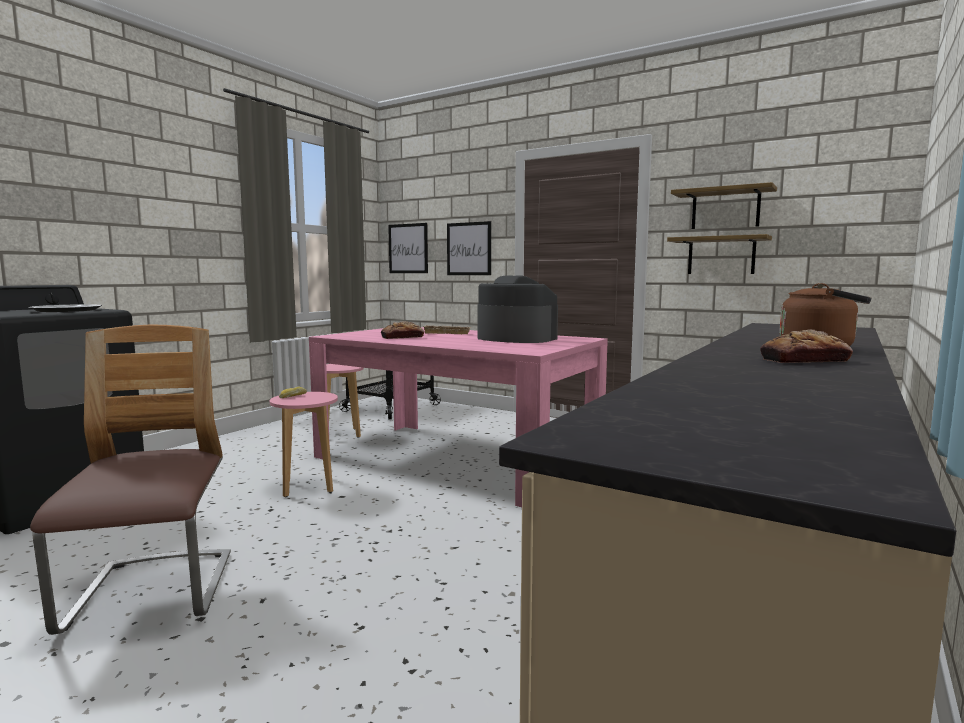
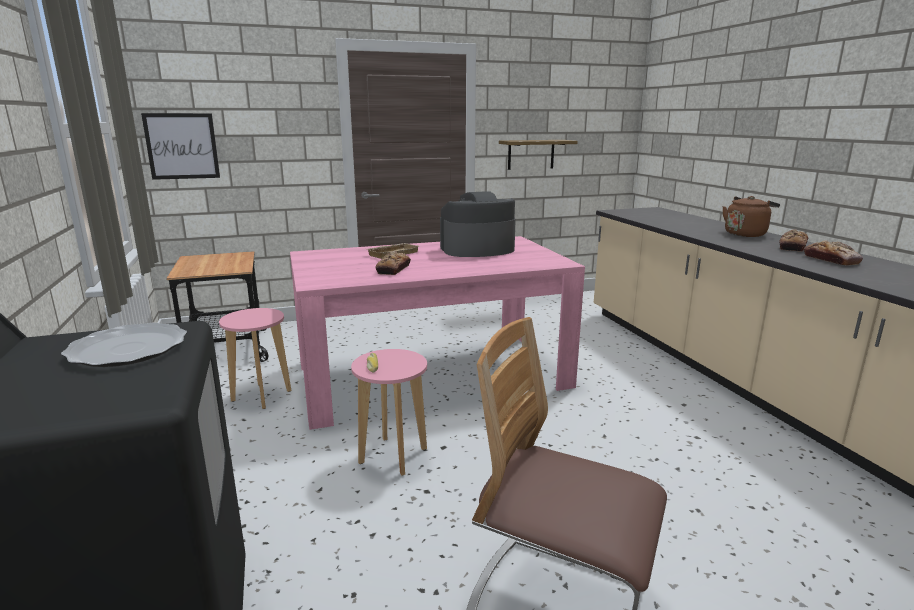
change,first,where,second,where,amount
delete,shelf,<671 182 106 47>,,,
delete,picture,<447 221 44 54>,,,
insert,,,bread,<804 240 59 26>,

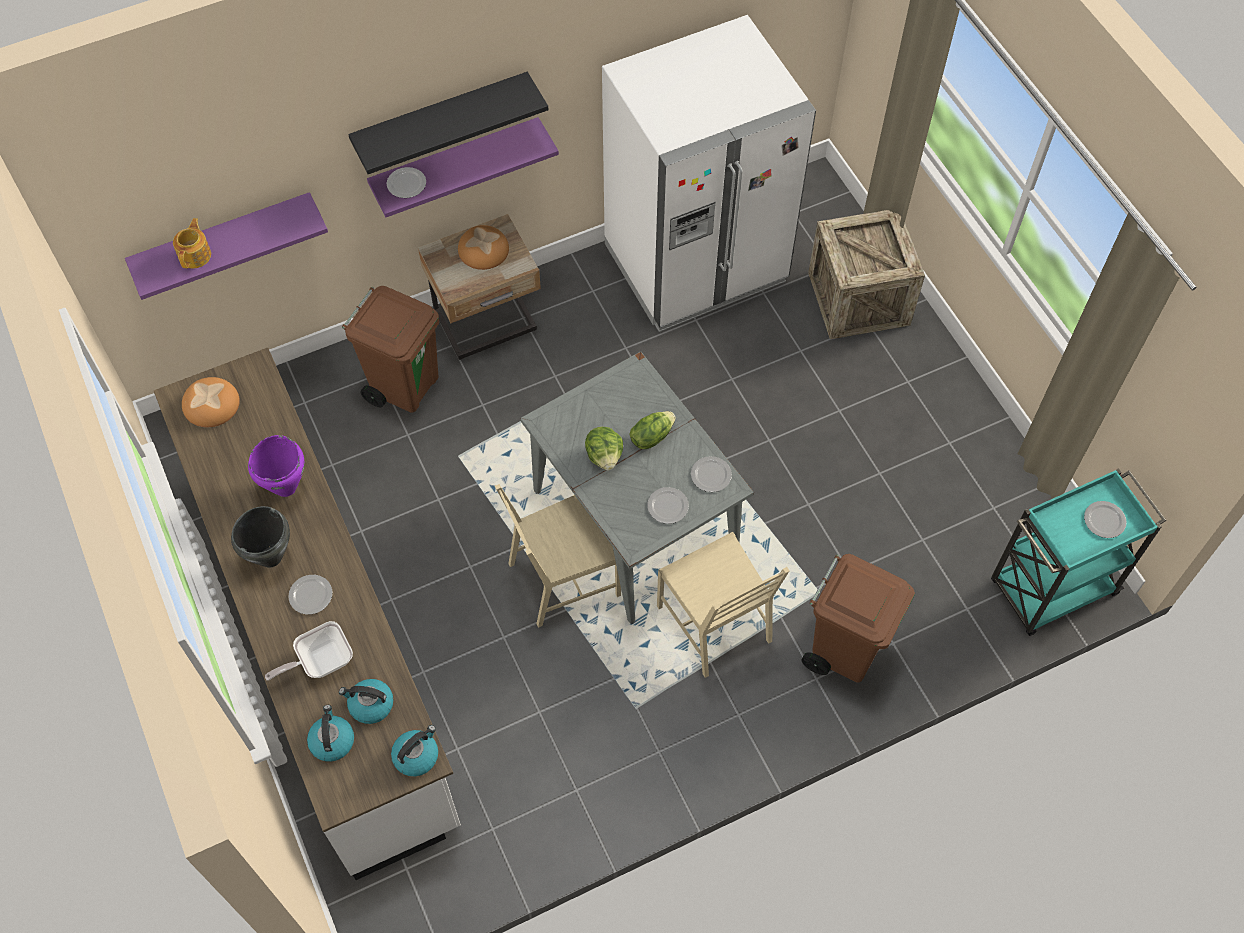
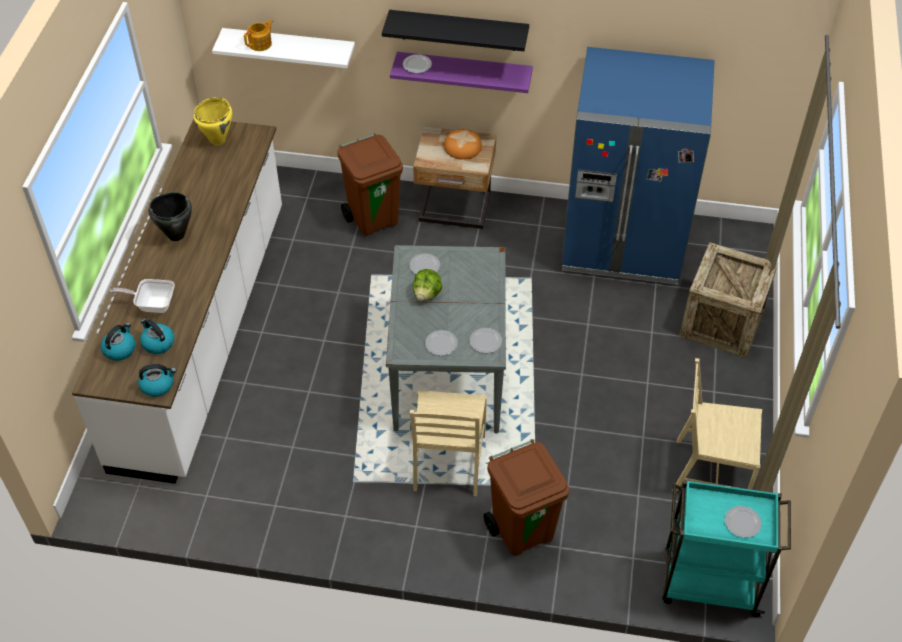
change,first,where,second,where,amount
recolor,white fridge,<602 15 214 317>,blue fridge,<561 47 154 238>,
recolor,purple shelf,<125 192 203 108>,white shelf,<212 28 143 40>,
replace,bread,<182 377 58 50>,yellow cooking pot,<194 97 38 48>,
delete,lettuce,<630 411 46 38>,,,
delete,purple cooking pot,<248 435 57 62>,,,
move,beige chair,<495 484 126 144>,,<672 358 90 134>,
move,plate,<288 575 45 40>,,<409 253 31 21>,

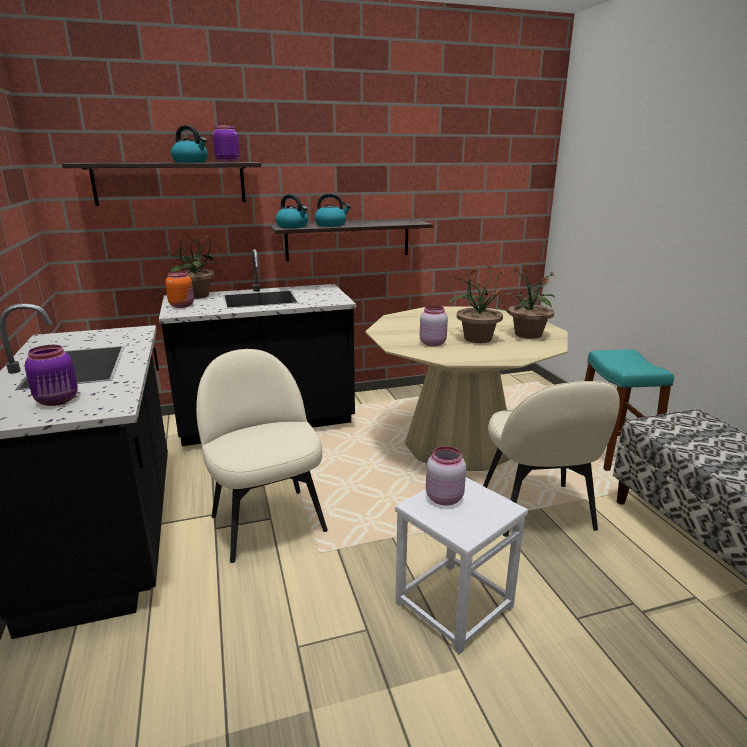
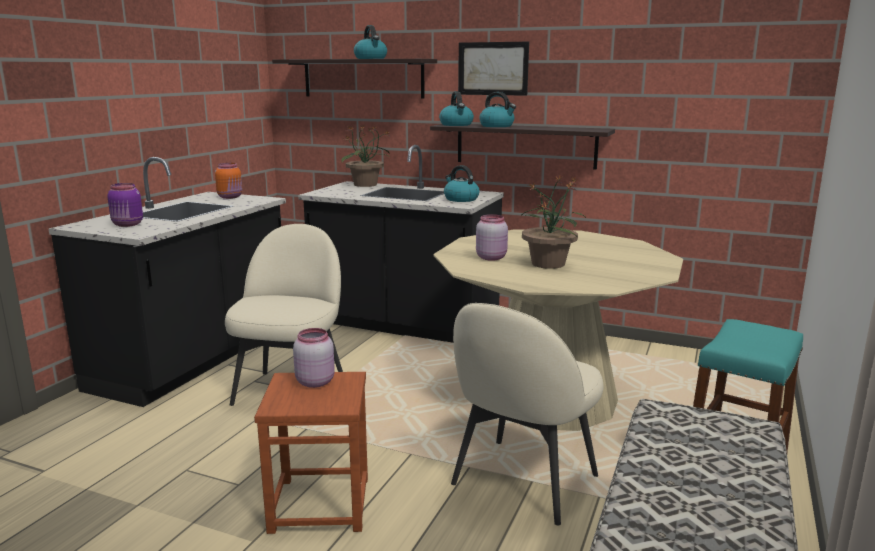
change,first,where,second,where,amount
delete,purple jar,<213 126 27 36>,,,
delete,potted plant,<502 264 53 75>,,,
move,orange jar,<165 271 29 37>,,<215 163 27 36>,
recolor,white stool,<395 477 133 178>,brown stool,<254 372 114 162>,
insert,,,picture,<458 42 71 54>,
insert,,,kettle,<444 165 36 37>,

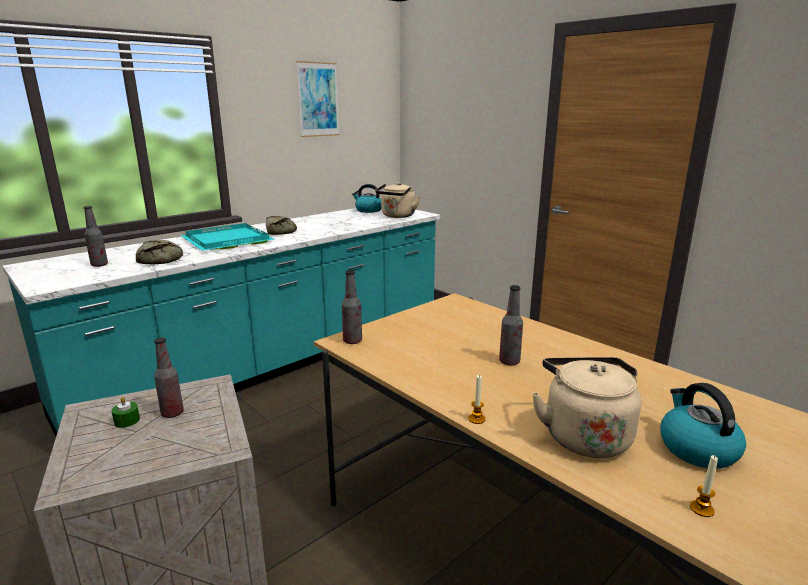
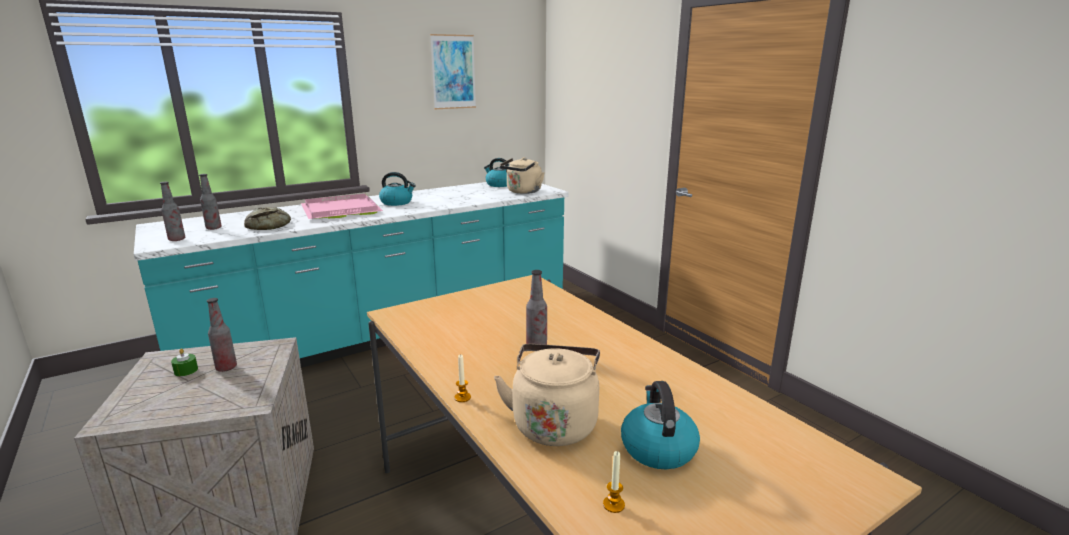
change,first,where,second,where,amount
replace,bread,<266 216 31 19>,kettle,<379 172 37 34>,
recolor,turquoise tray,<181 223 93 28>,pink tray,<301 194 82 25>,
move,bottle,<342 270 20 74>,,<160 182 25 59>,

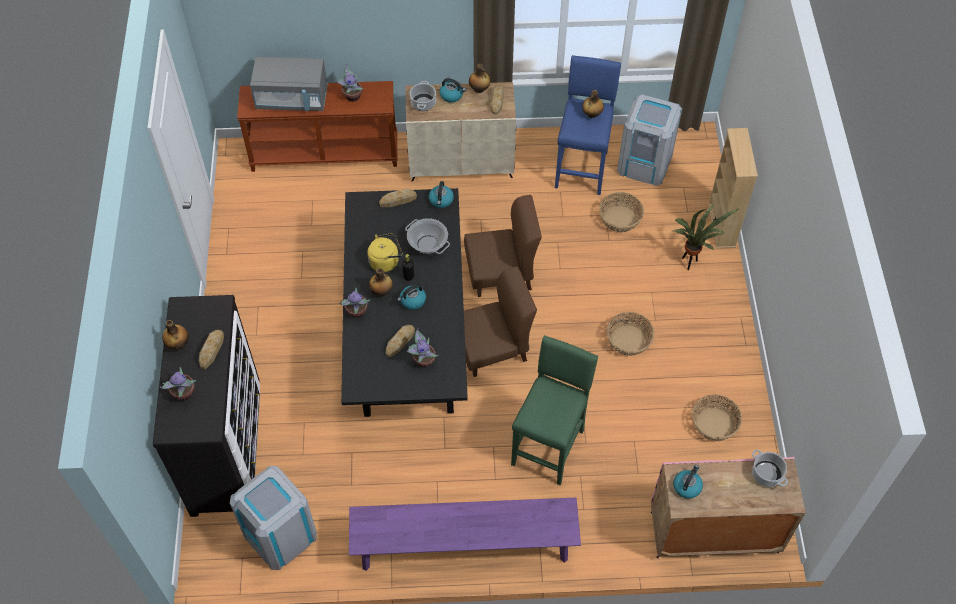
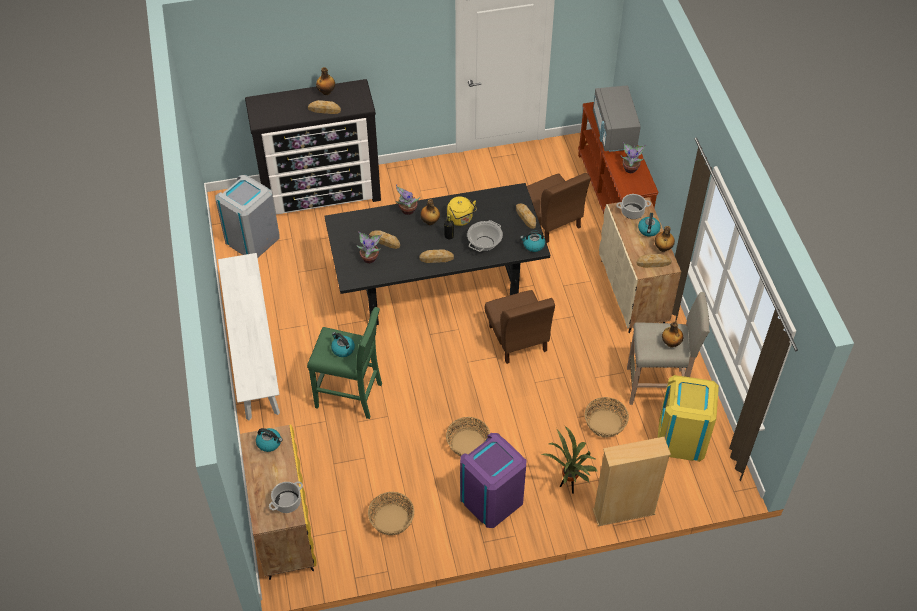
change,first,where,second,where,amount
recolor,blue stool,<555 55 66 140>,beige stool,<627 292 83 113>,
recolor,grey trash can,<617 94 65 92>,yellow trash can,<658 375 61 87>,
move,brown chair,<464 266 73 111>,,<527 173 64 70>,
move,kettle,<397 284 29 26>,,<331 332 24 25>,
delete,potted plant,<159 367 37 34>,,,
recolor,pink cabinet,<651 457 155 101>,yellow cabinet,<240 425 76 155>,
recolor,purple bench,<349 498 232 73>,white bench,<218 253 62 168>,
insert,,,bread,<419 249 35 14>,
insert,,,purple trash can,<460 433 66 95>,

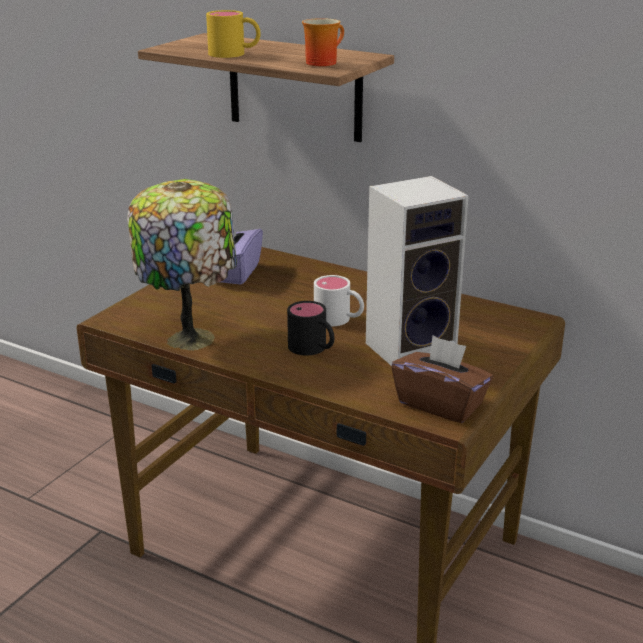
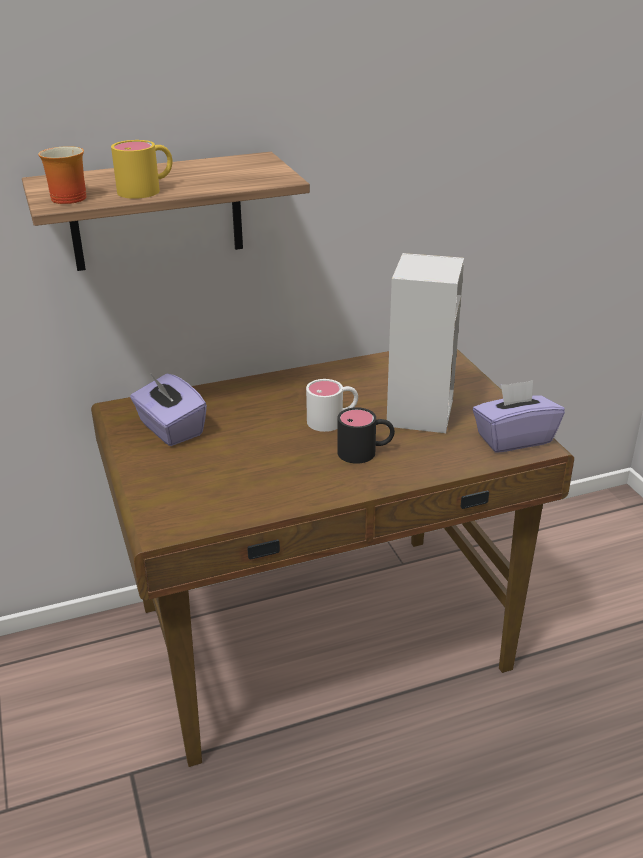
change,first,where,second,where,amount
move,mug,<302 18 42 48>,,<38 146 49 58>,
delete,table lamp,<127 179 110 172>,,,
recolor,brown tissue box,<391 335 102 88>,purple tissue box,<473 380 92 73>,

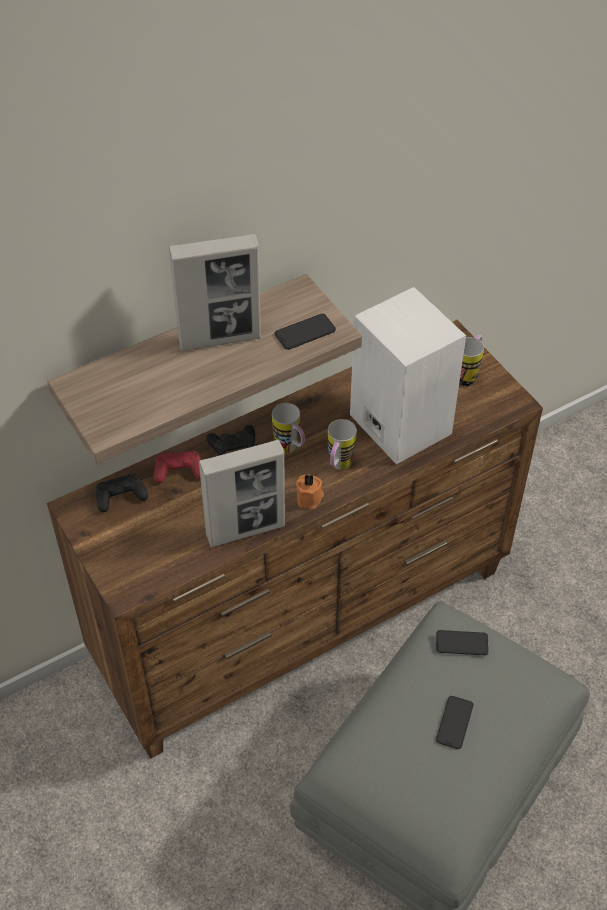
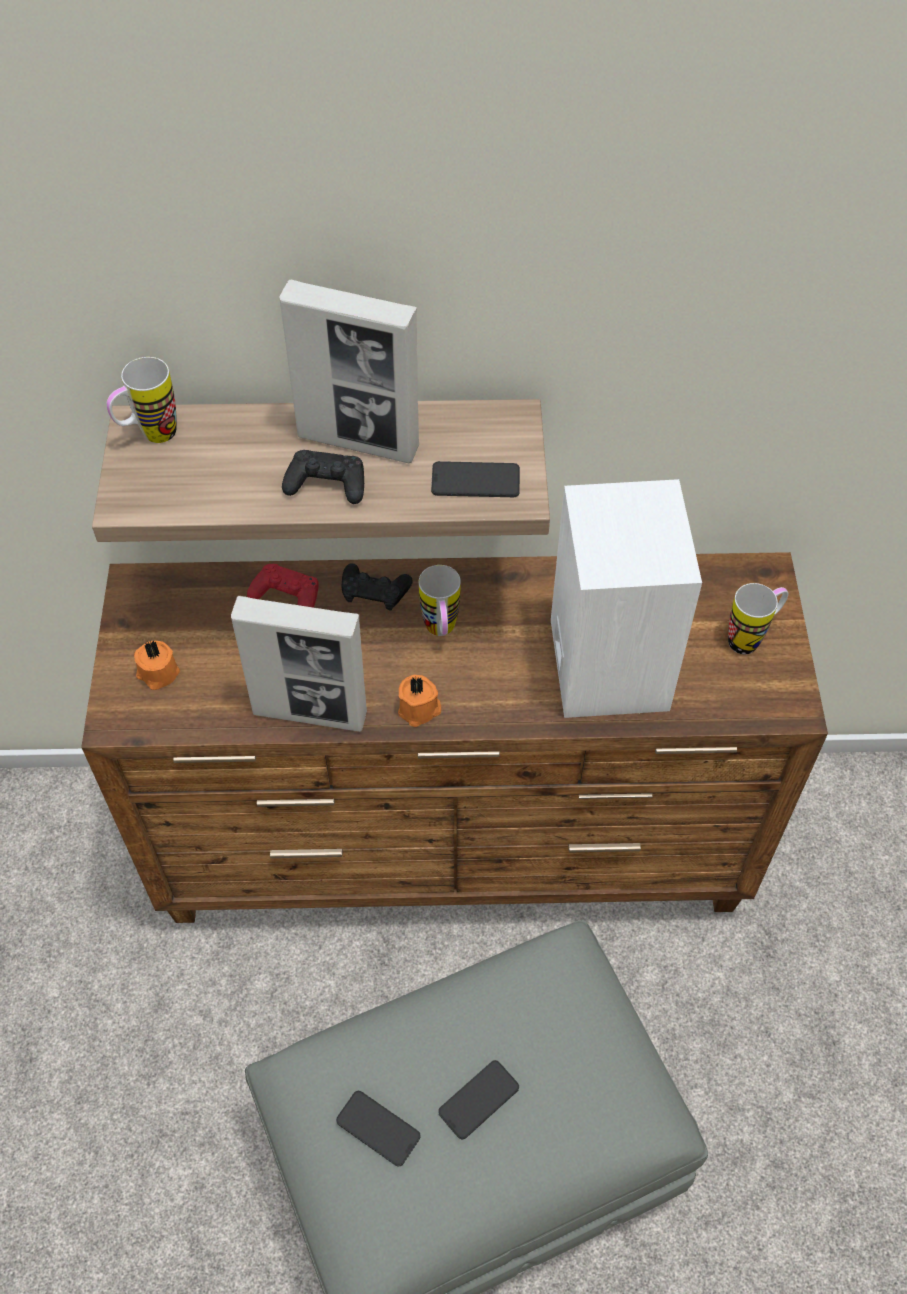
change,first,where,second,where,amount
move,mug,<328 419 29 51>,,<106 357 71 86>,
move,black game controller,<96 474 52 38>,,<282 450 82 54>,
move,phone,<436 630 53 25>,,<336 1091 85 75>,
insert,,,orange candle,<134 640 46 50>,

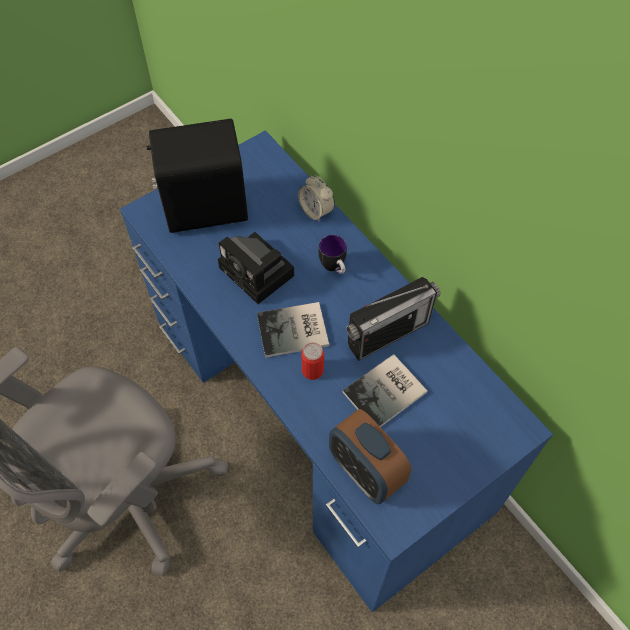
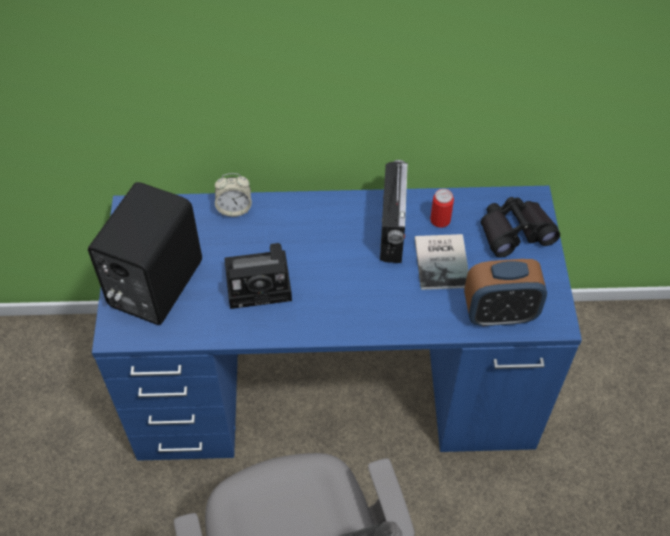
change,first,where,second,where,amount
delete,mug,<319 235 28 39>,,,
delete,book,<257 302 72 56>,,,
move,can,<302 342 22 38>,,<430 189 24 39>,
insert,,,black binoculars,<481 197 79 61>,

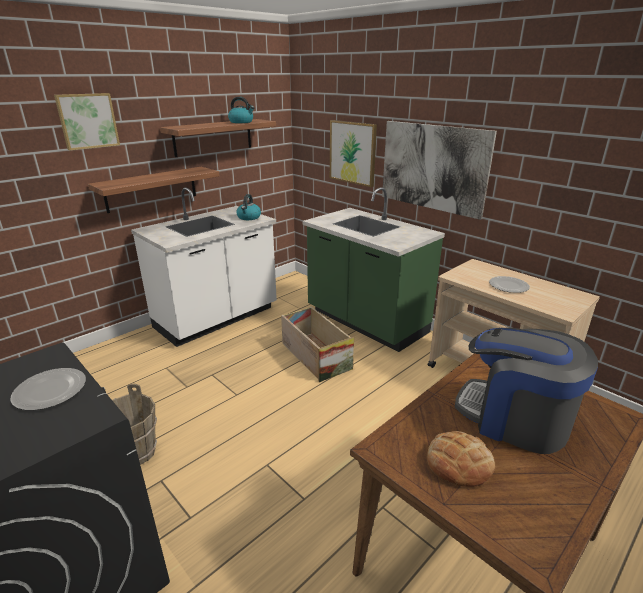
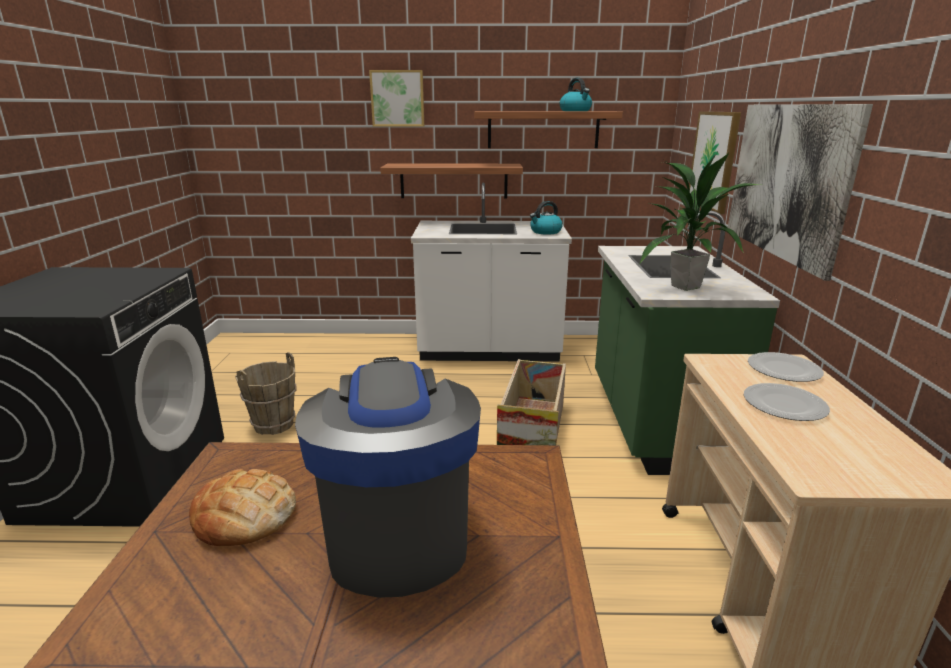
change,first,where,second,where,amount
move,plate,<10 368 76 42>,,<748 352 76 30>,
insert,,,potted plant,<639 153 123 138>,

